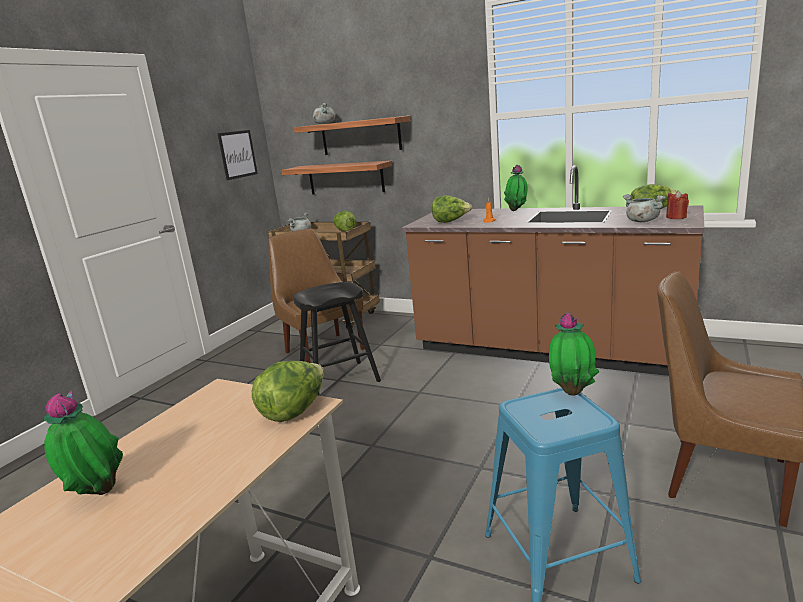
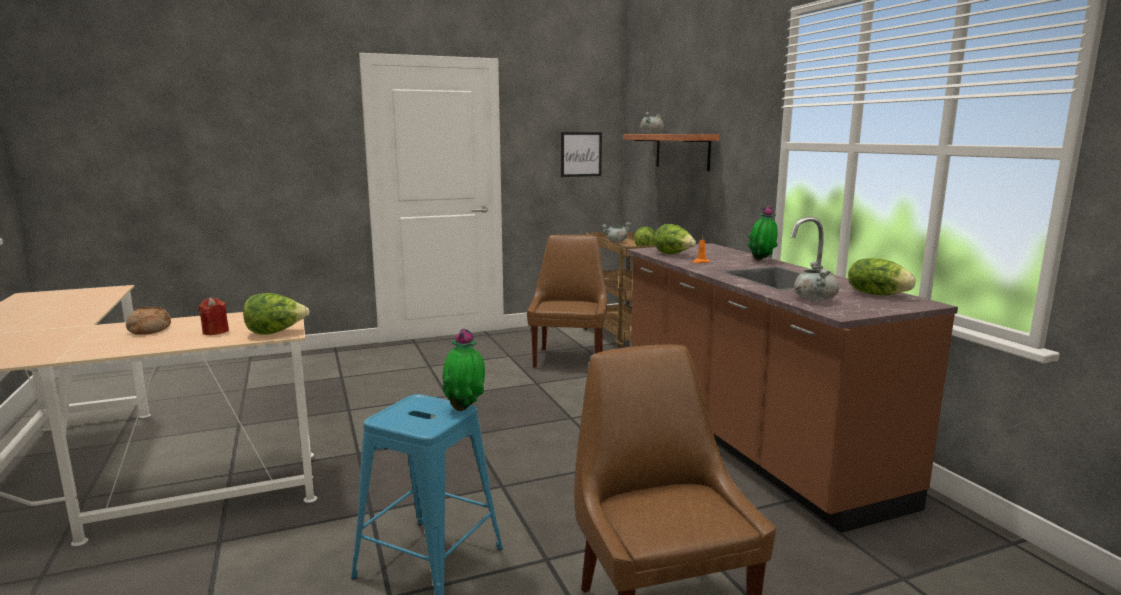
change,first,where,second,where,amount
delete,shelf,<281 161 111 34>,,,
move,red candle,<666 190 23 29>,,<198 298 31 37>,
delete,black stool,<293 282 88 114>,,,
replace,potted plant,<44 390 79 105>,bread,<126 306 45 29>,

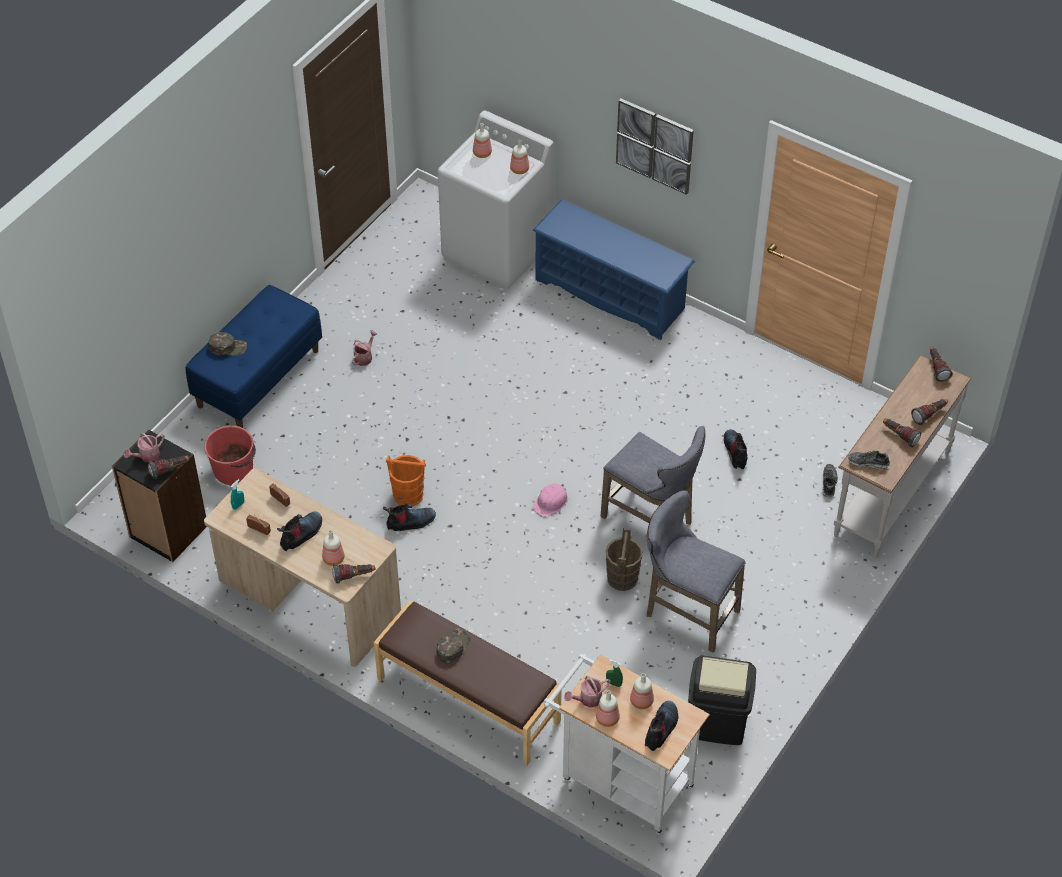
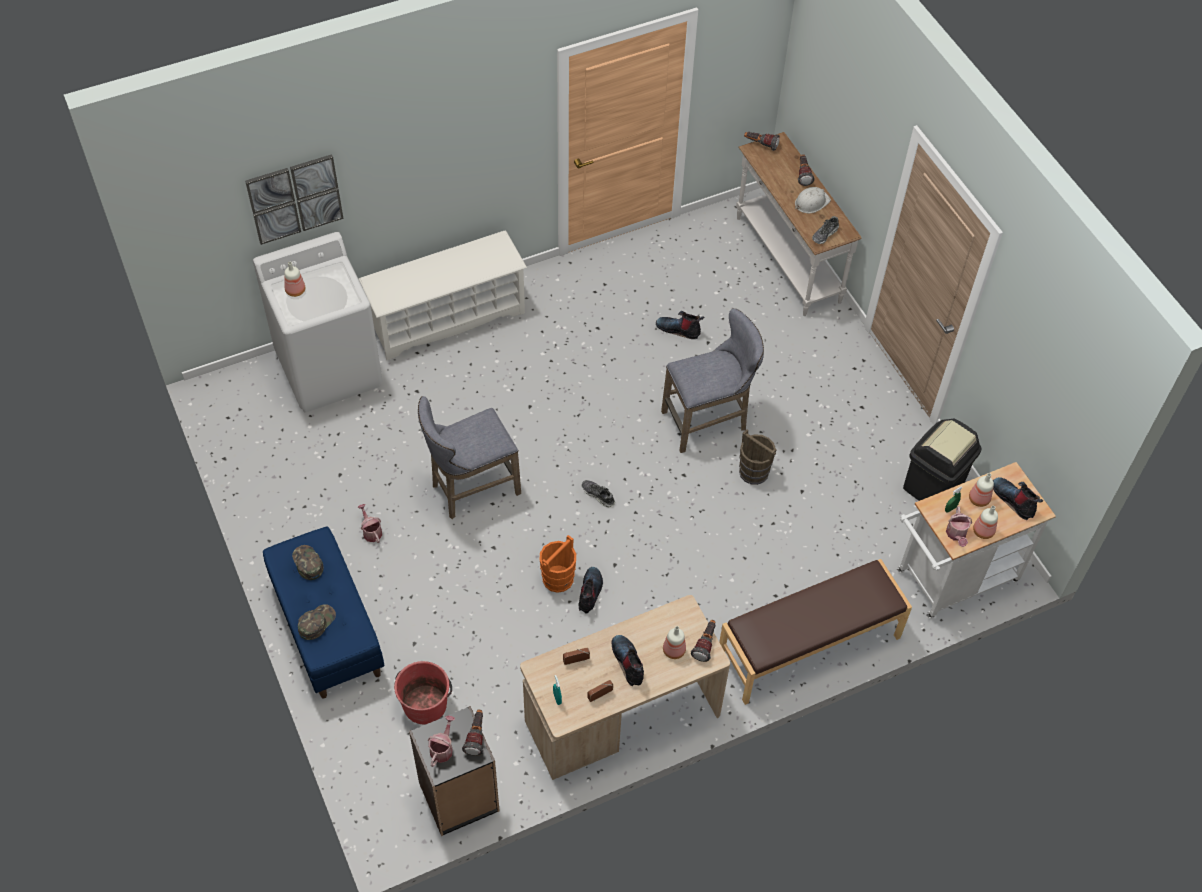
change,first,where,second,where,amount
move,picture,<616 98 78 97>,,<245 154 99 91>,
delete,bottle,<510 139 19 35>,,,
recolor,blue shoe rack,<532 199 163 141>,white shoe rack,<359 231 168 129>,
replace,flashlight,<883 418 38 29>,white hard hat,<795 187 36 26>,
rotate,watering can,<123 433 42 29>,,<428 716 27 51>,150 degrees counterclockwise
move,shoe,<822 464 16 34>,,<582 480 33 27>,
delete,pink hard hat,<533 483 35 34>,,,
move,grey stool,<646 490 100 163>,,<418 396 103 123>,
move,green cap,<436 628 35 35>,,<292 545 32 35>,

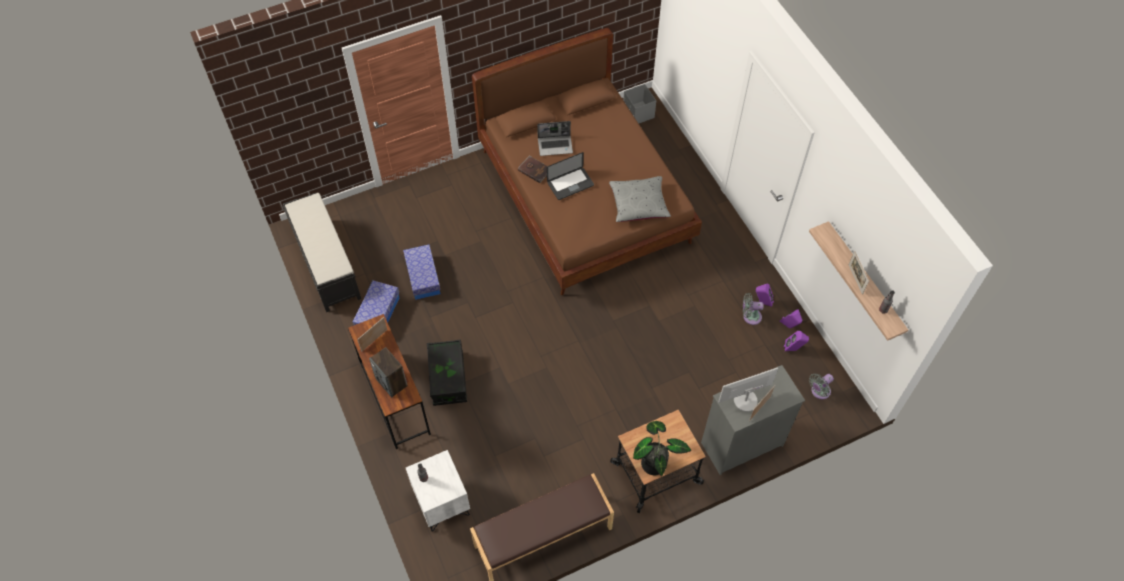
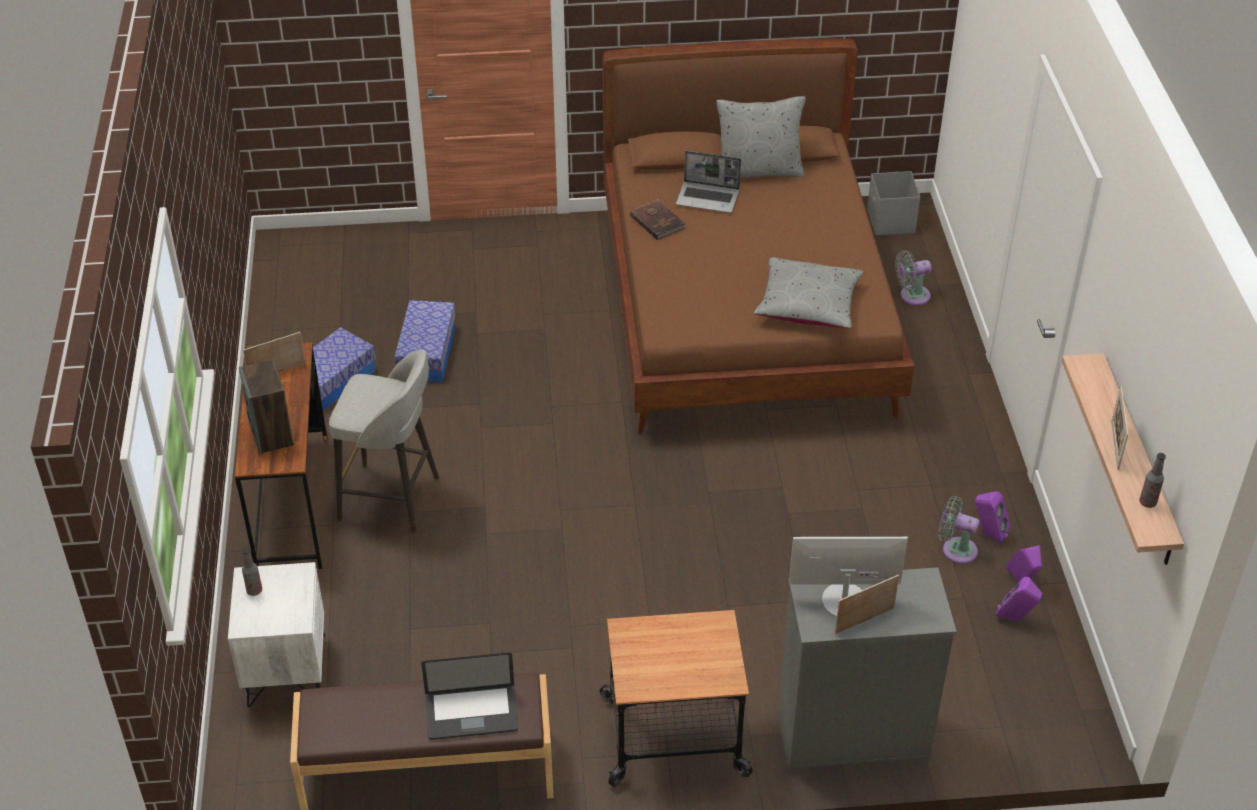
change,first,where,second,where,amount
move,laptop,<547 152 47 48>,,<421 652 97 88>,
delete,black bench,<283 193 78 119>,,,
replace,black storage box,<427 339 40 67>,grey stool,<329 349 110 185>,
move,grey fan,<809 373 25 26>,,<895 250 37 55>,
delete,potted plant,<633 421 58 55>,,,
insert,,,grey pillow,<716 96 90 82>,

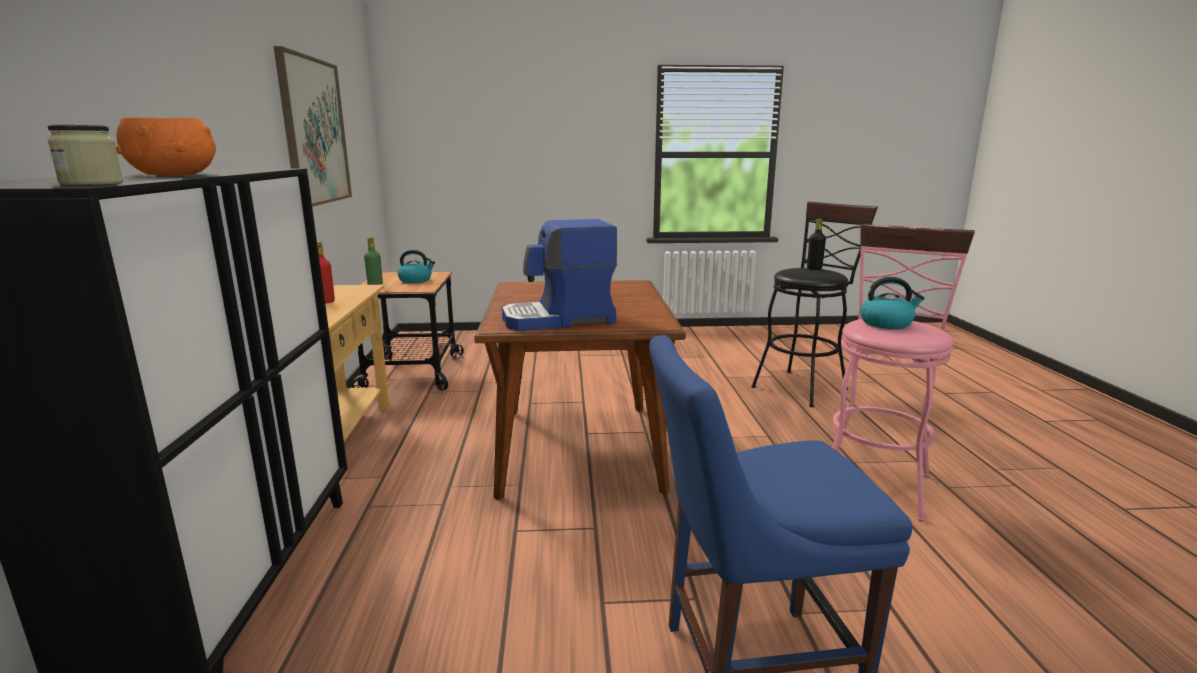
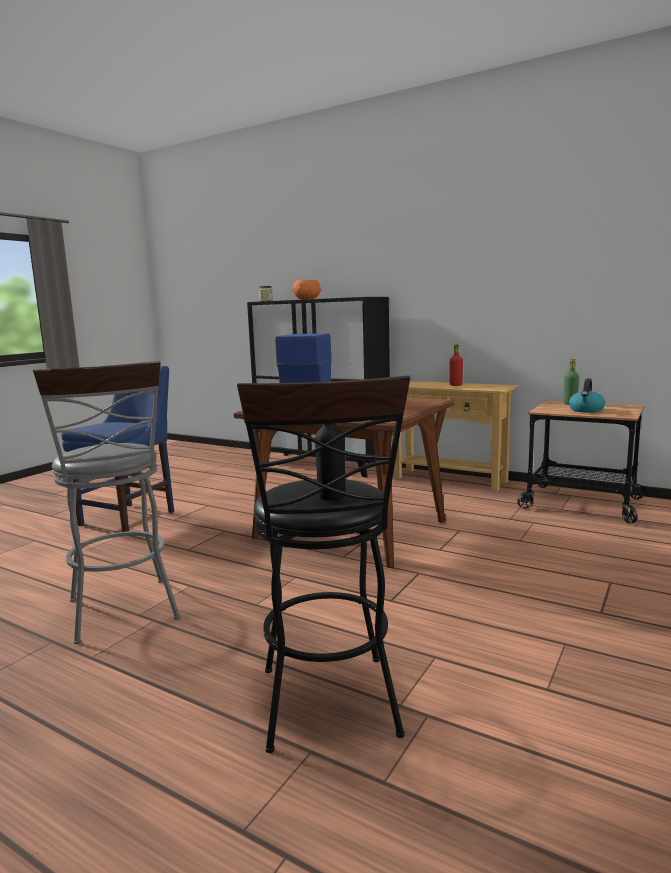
change,first,where,second,where,amount
delete,picture,<274 46 78 161>,,,
recolor,pink stool,<832 224 143 298>,grey stool,<33 361 147 283>,
delete,kettle,<860 277 65 52>,,,

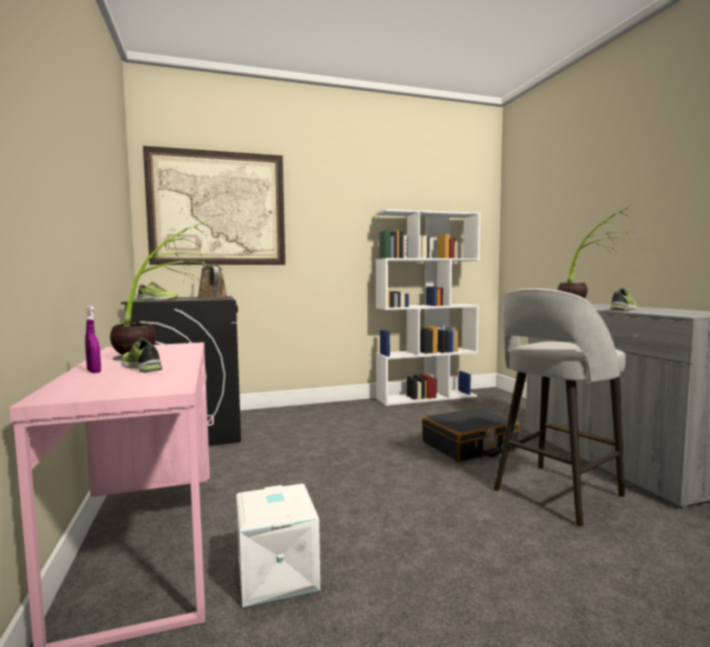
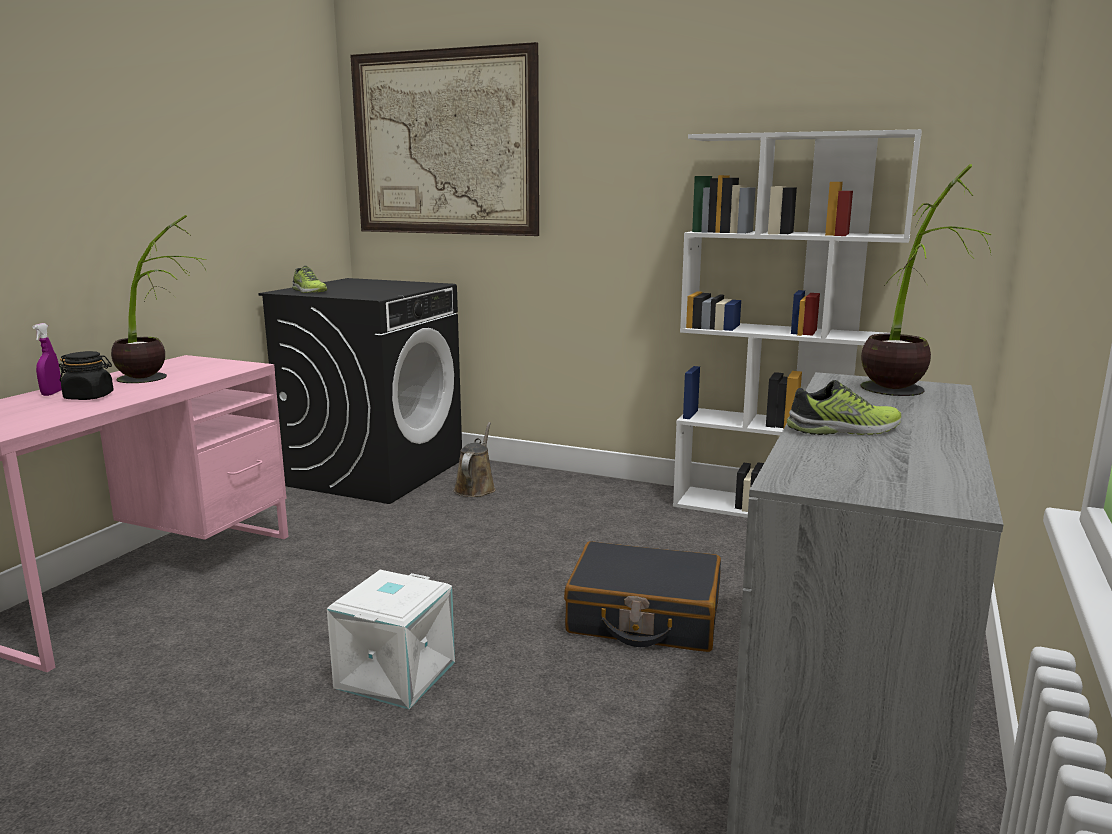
change,first,where,second,where,amount
move,brown watering can,<197 261 31 37>,,<453 422 43 75>,
delete,grey stool,<493 288 133 239>,,,
replace,shoe,<121 338 41 35>,black jar,<59 351 55 49>,
move,white storage box,<236 484 84 123>,,<327 570 128 139>,

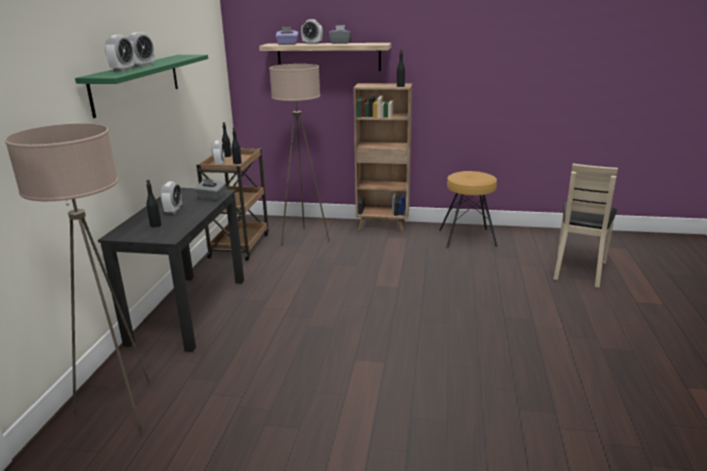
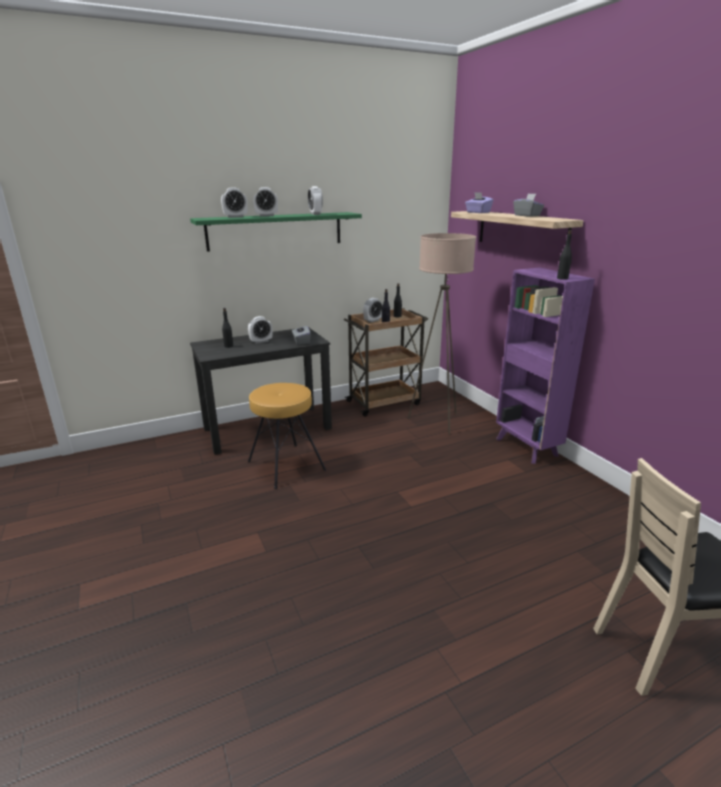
change,first,where,second,where,amount
move,alarm clock,<301 19 22 25>,,<308 186 15 29>,
recolor,brown bookcase,<353 83 59 150>,purple bookcase,<496 267 99 197>,
delete,beige floor lamp,<5 123 145 313>,,,
move,brown stool,<439 171 59 77>,,<248 383 78 106>,

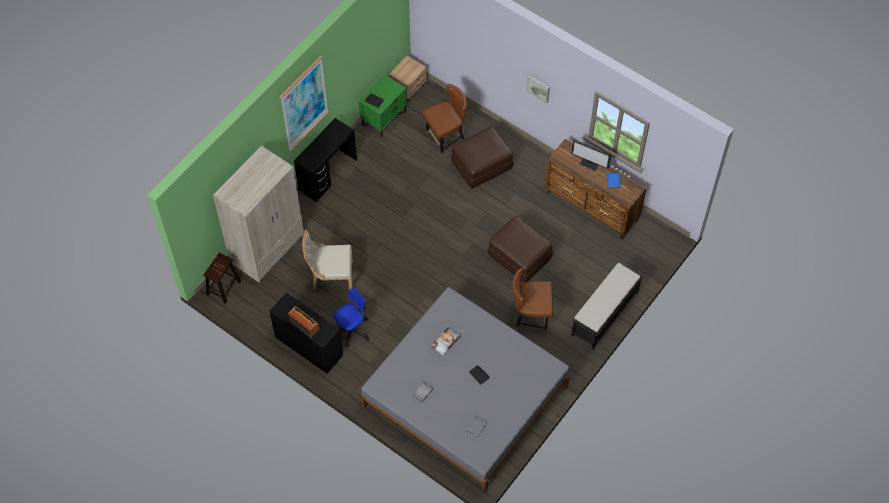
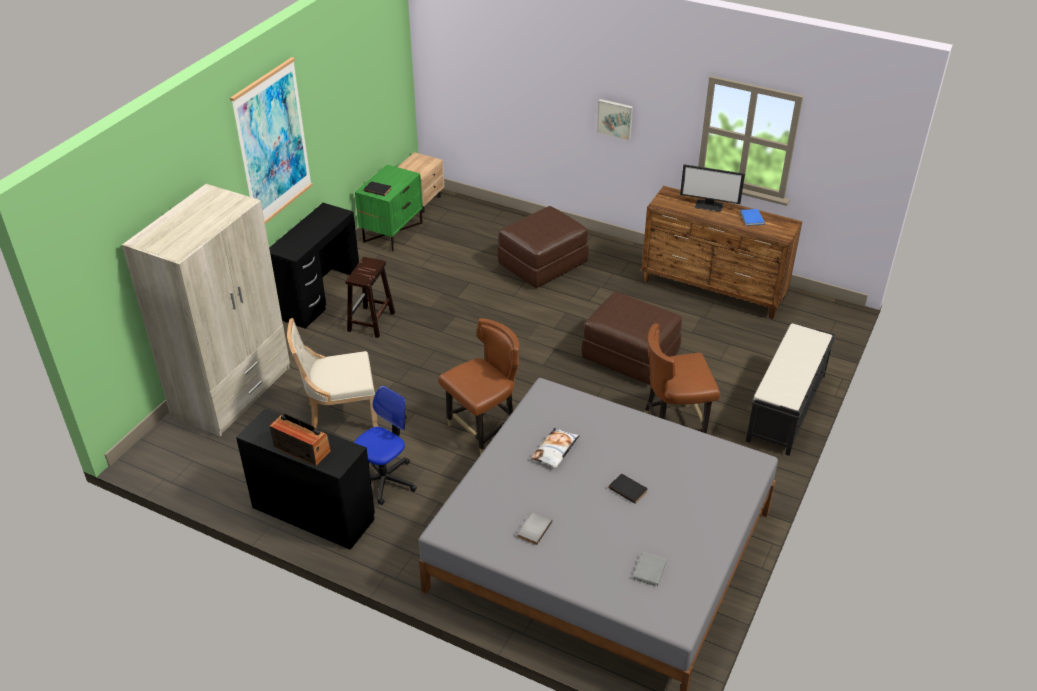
change,first,where,second,where,amount
move,brown chair,<422 84 45 72>,,<438 318 81 137>,
move,brown stool,<203 253 38 51>,,<345 257 50 81>,

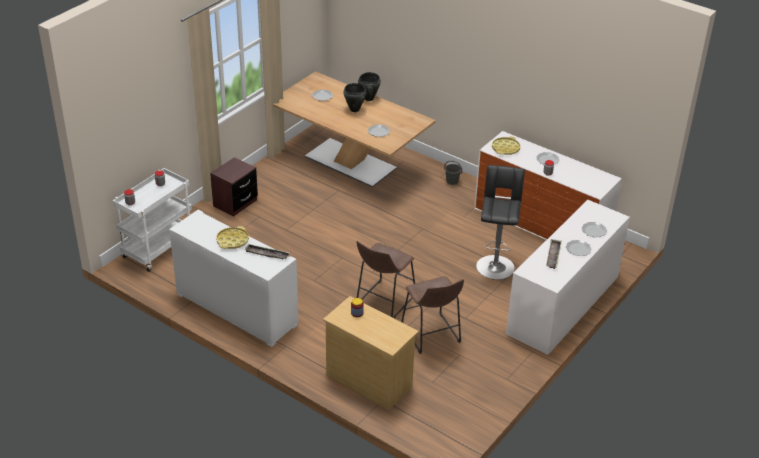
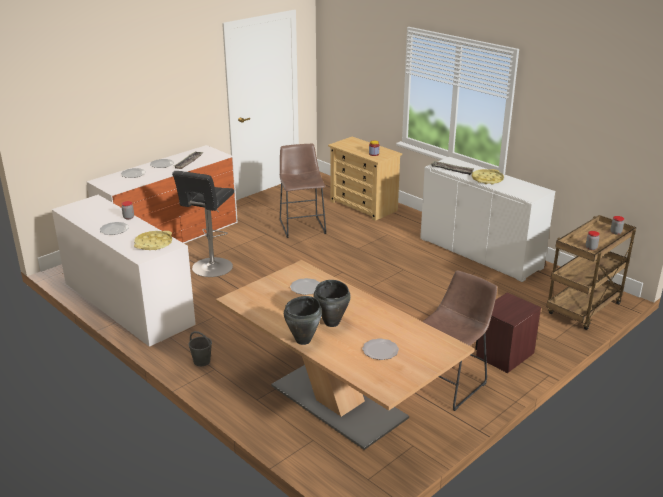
change,first,where,second,where,amount
recolor,white cart,<113 168 79 104>,brown cart,<546 215 91 115>,
move,brown stool,<357 241 58 78>,,<422 270 75 141>,

